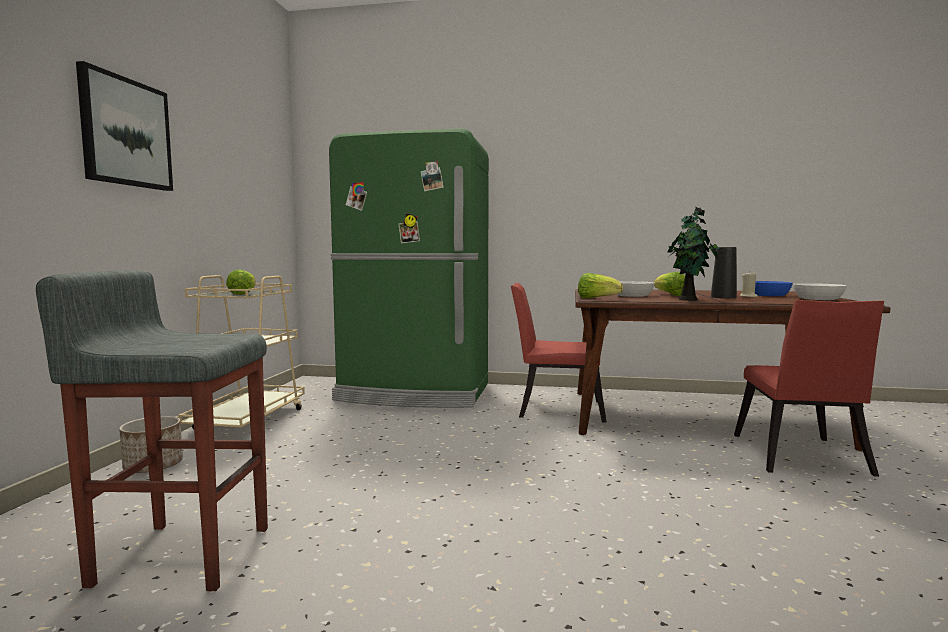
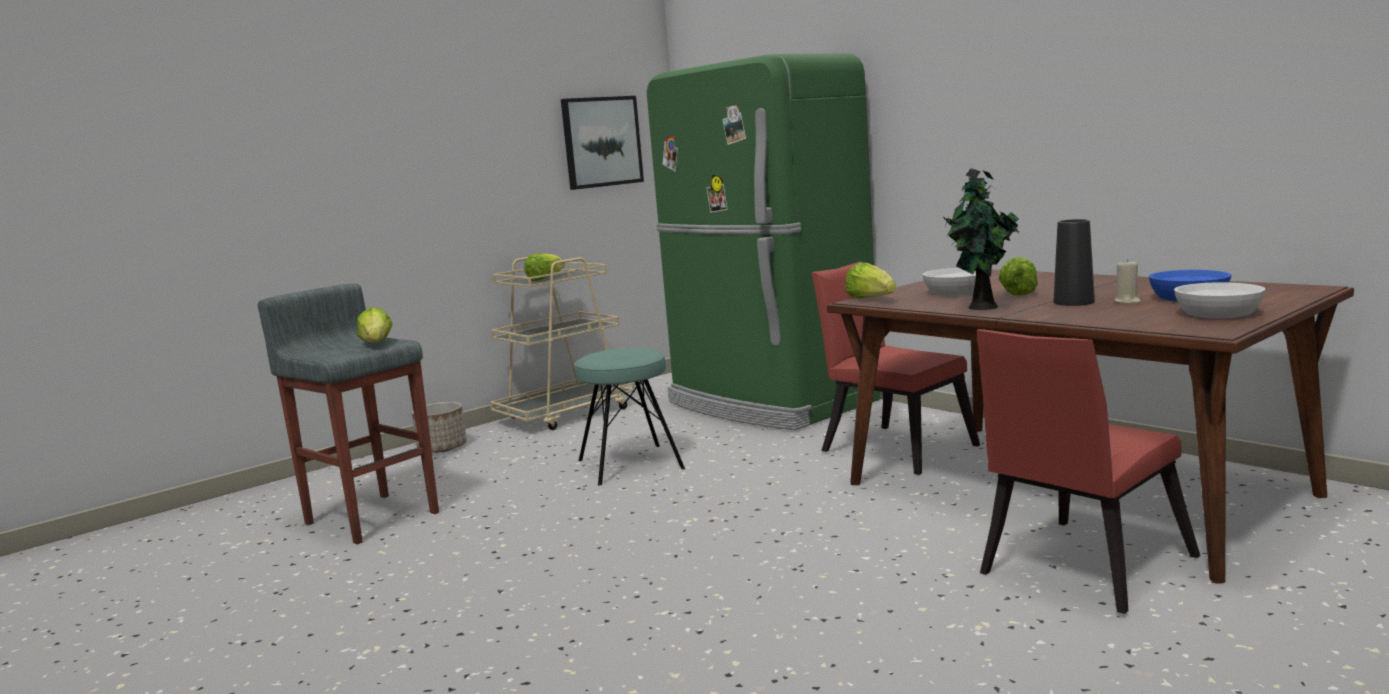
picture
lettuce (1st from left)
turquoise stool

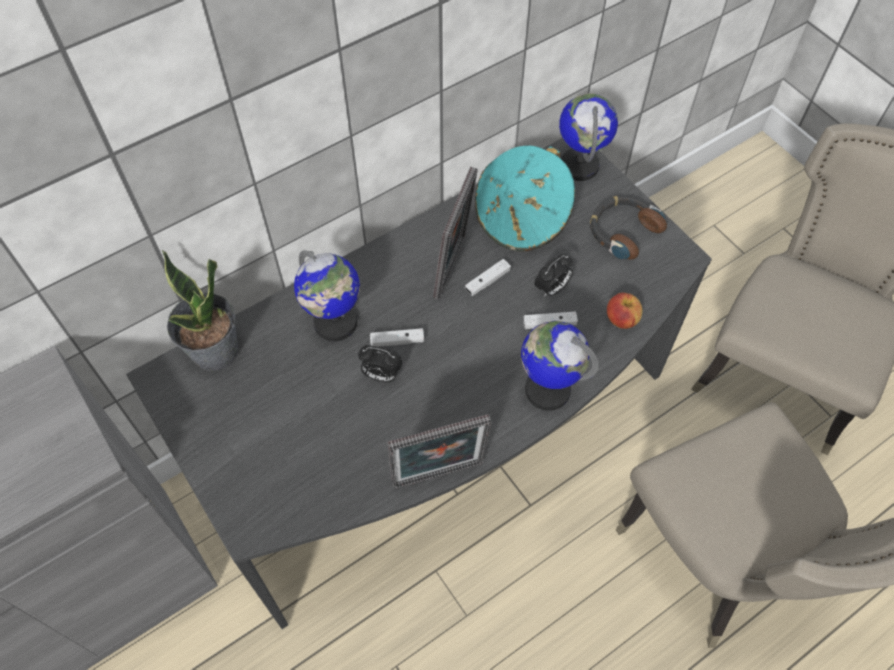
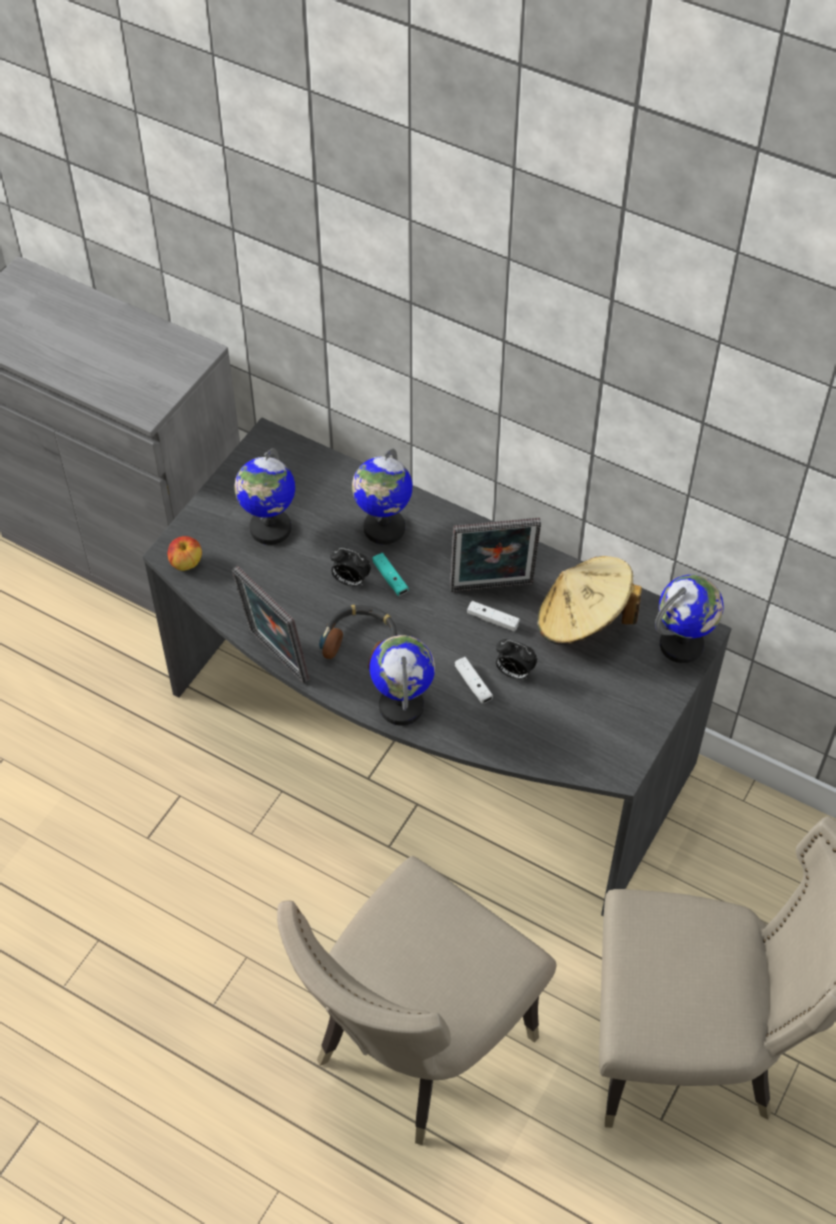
potted plant
alarm clock (1st from left)
turquoise game controller
beige hat
headphones
apple
globe (1st from left)

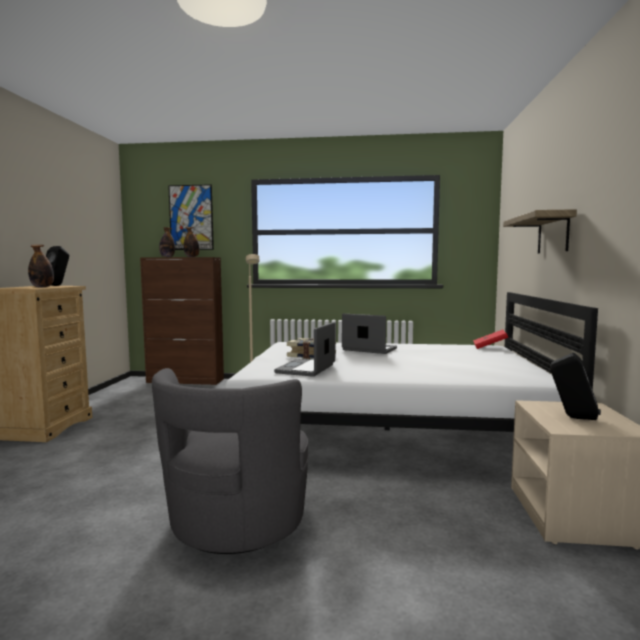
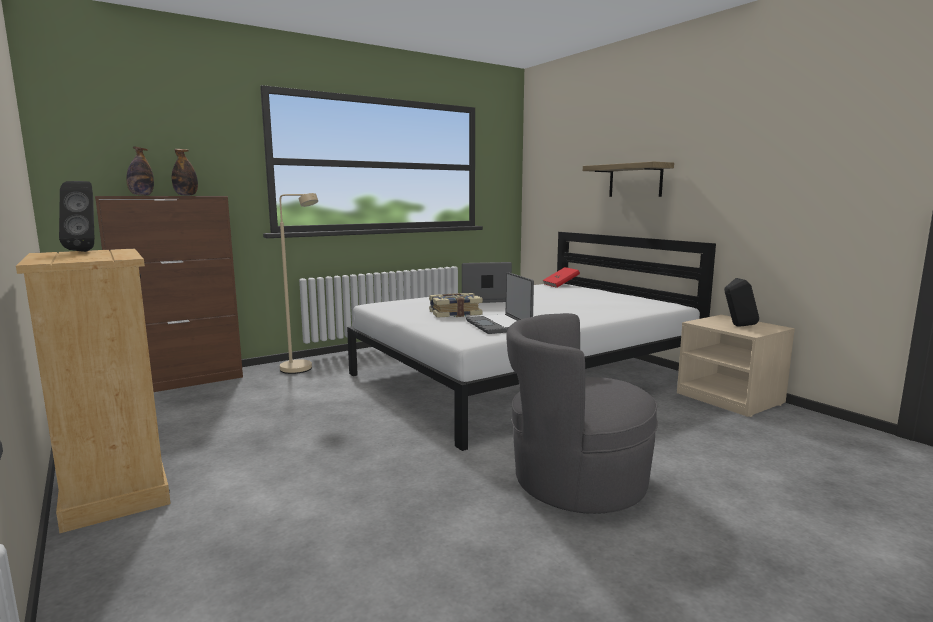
bottle (1st from left in the first image)
grey armchair
picture

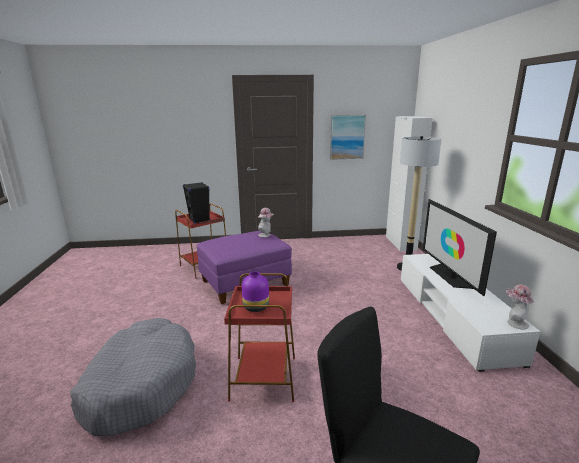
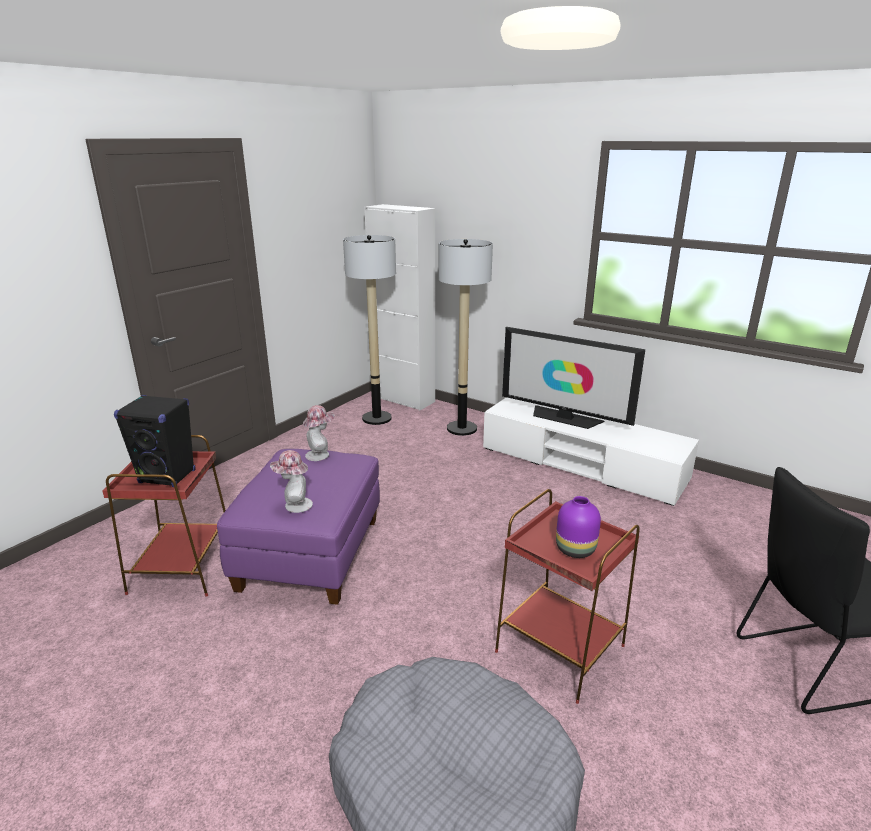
picture
hat (1st from left)
floor lamp (1st from left)

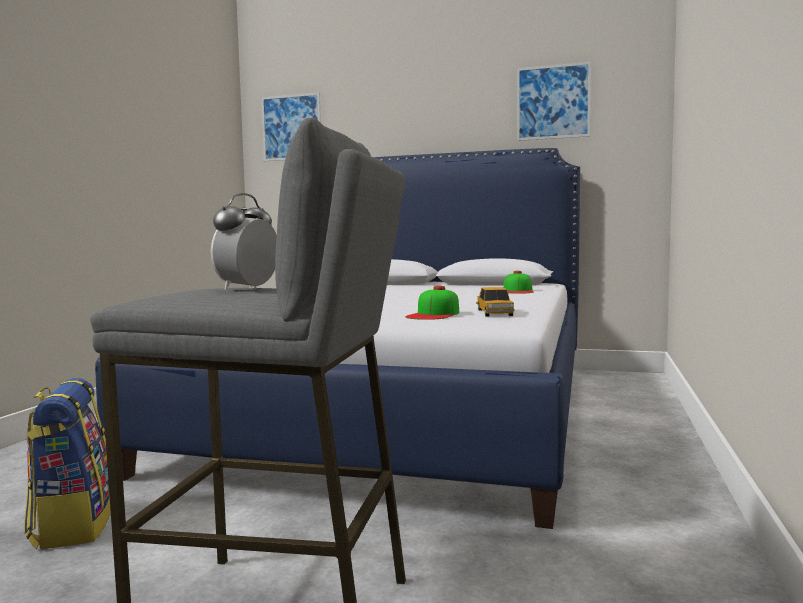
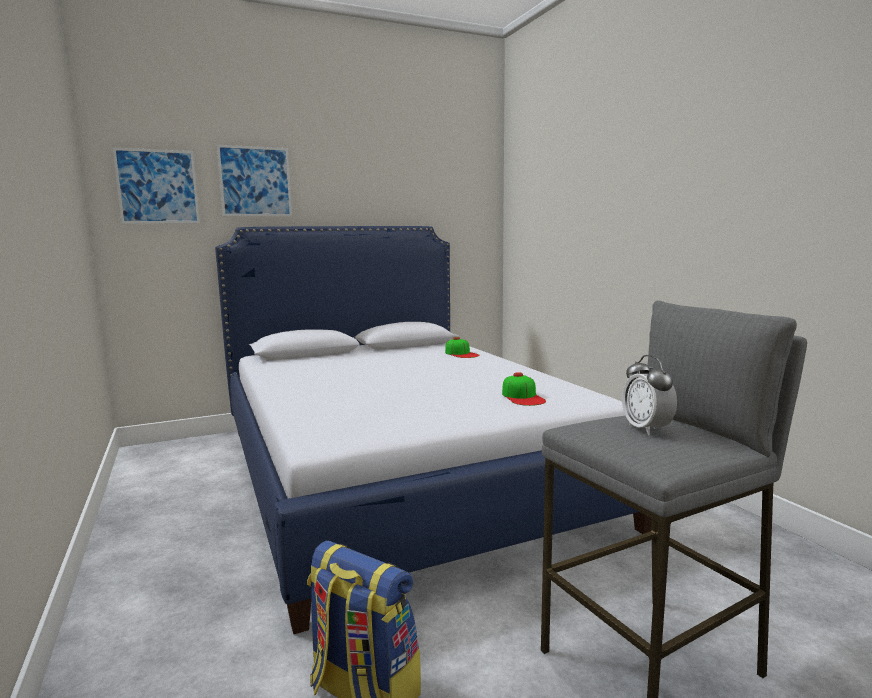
toy car
picture (2nd from left)

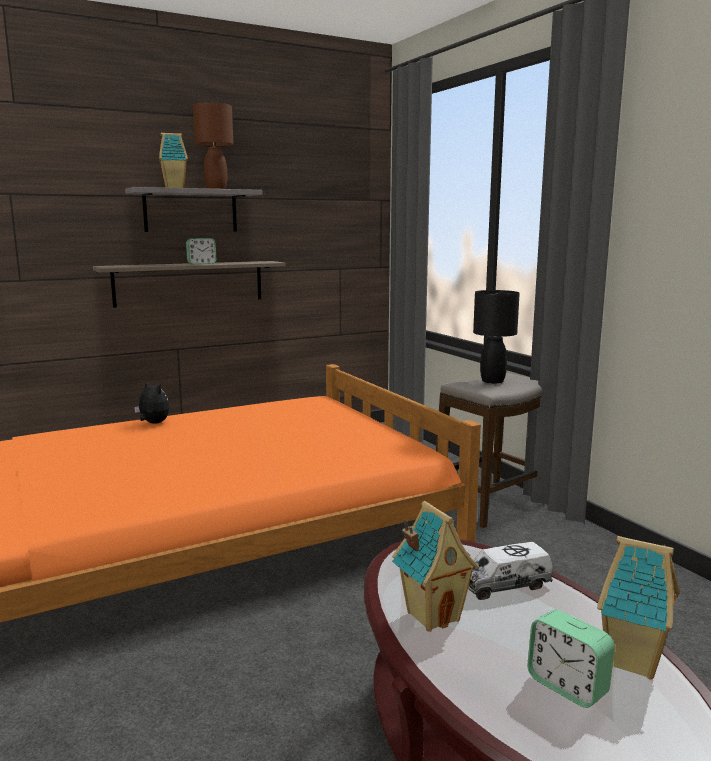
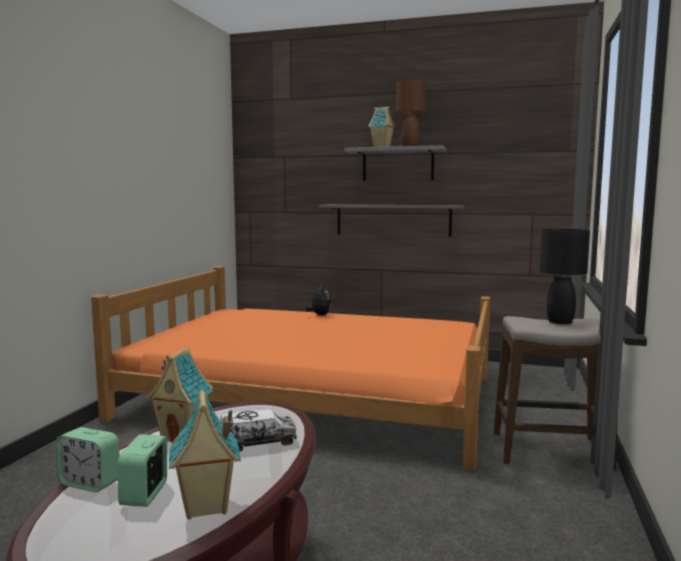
alarm clock (1st from left)
toy truck

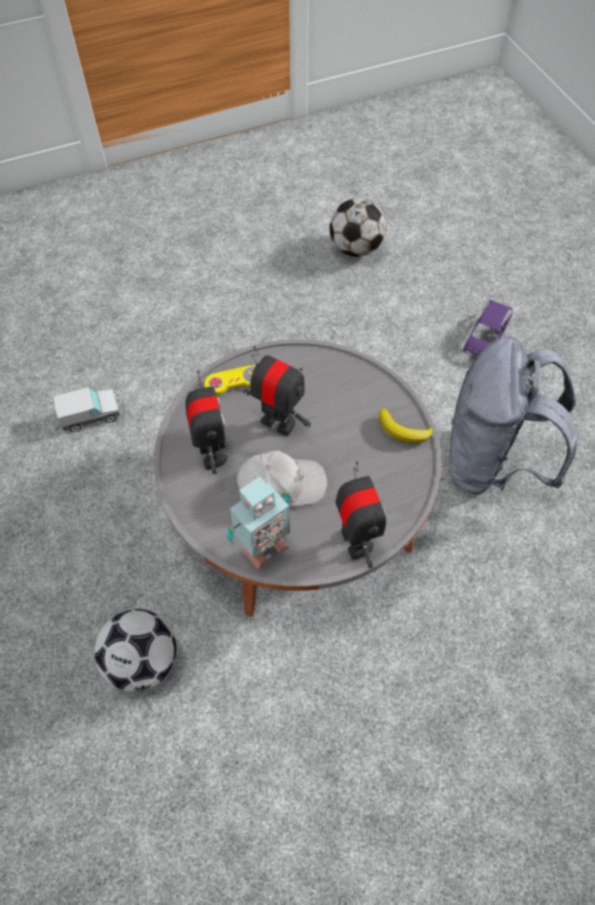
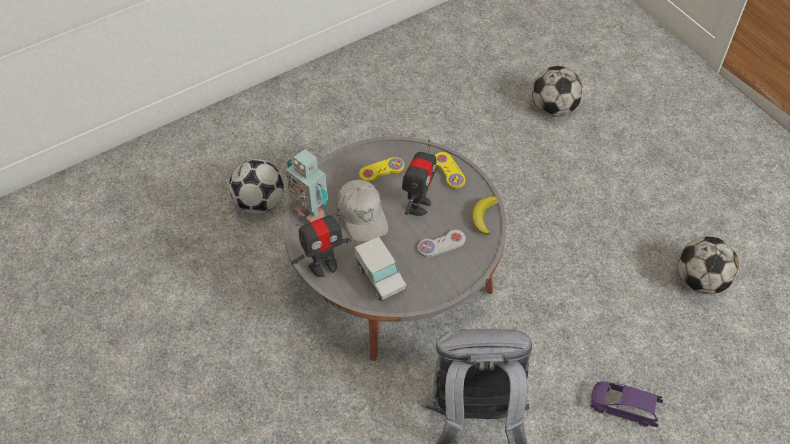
toy truck
yellow game controller (1st from left)
banana
white game controller
football (2nd from left)

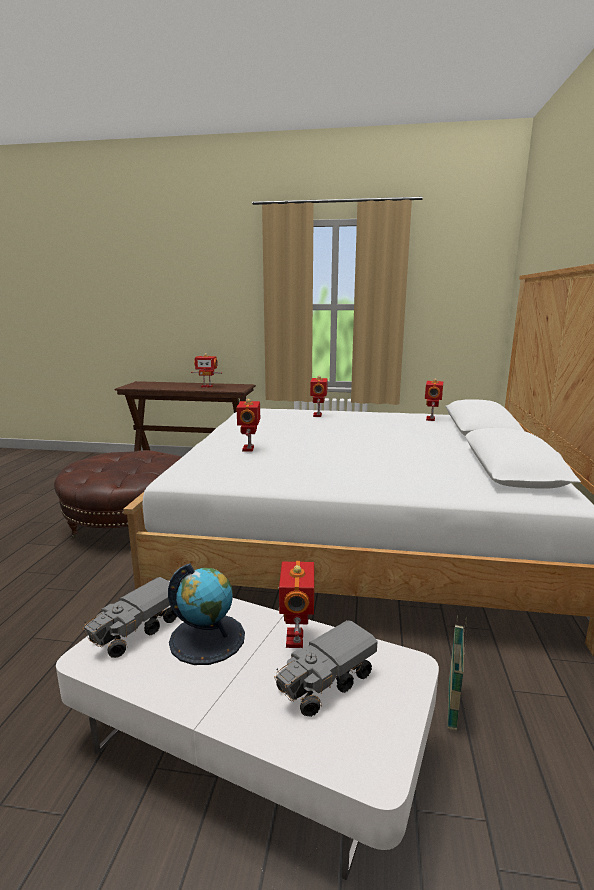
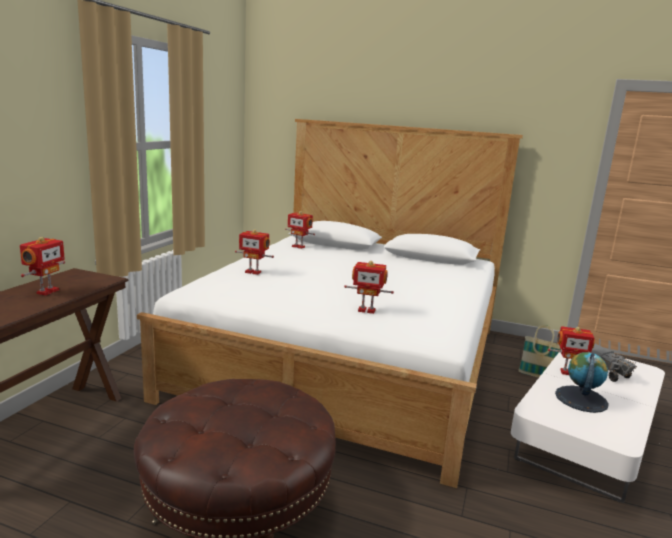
toy truck (1st from left in the first image)

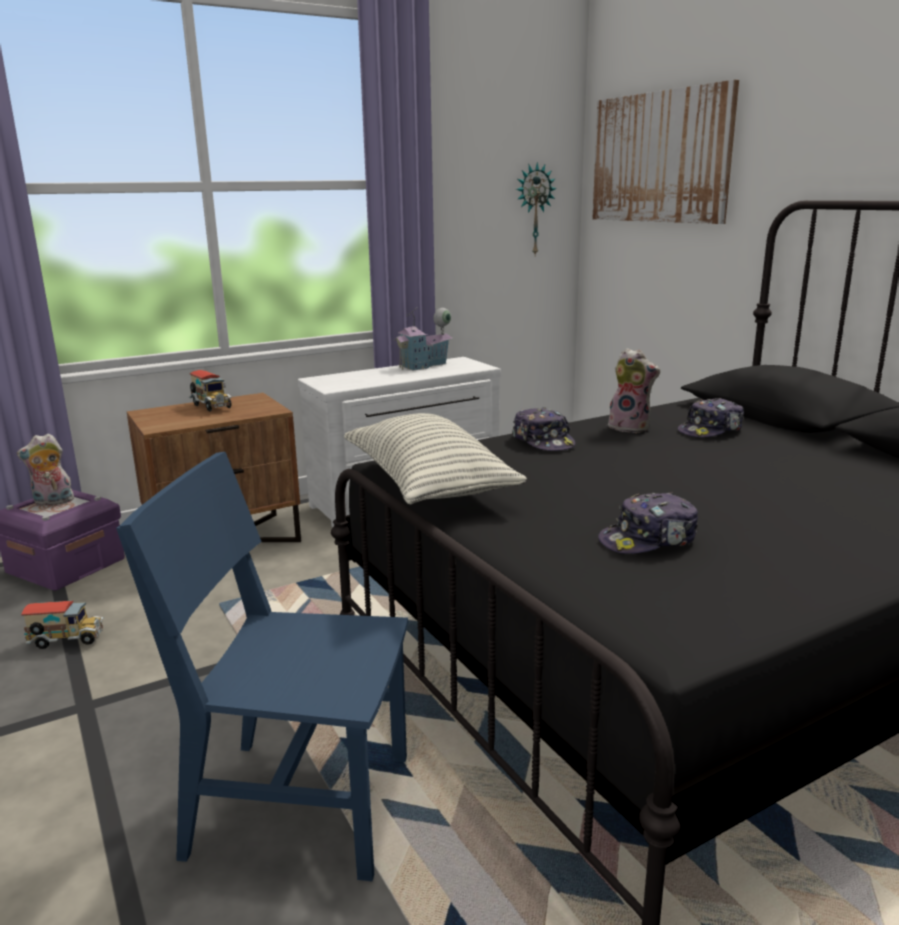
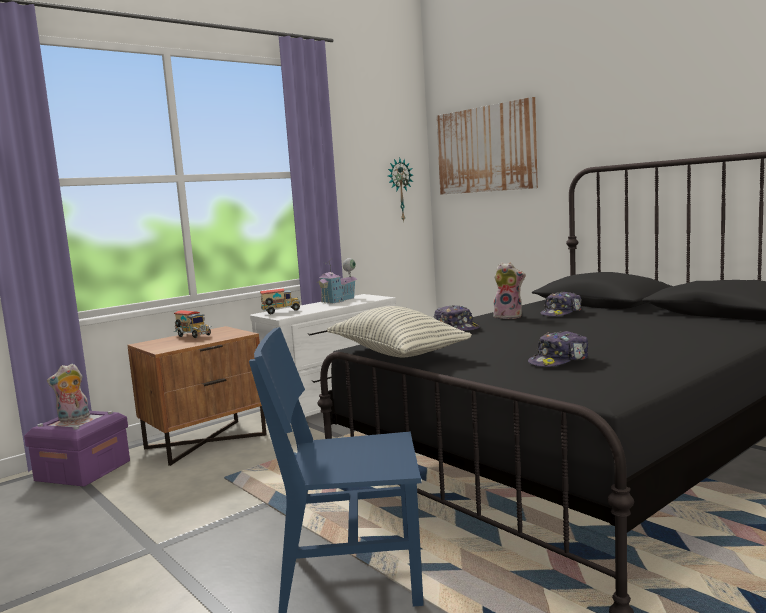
toy truck (2nd from left)

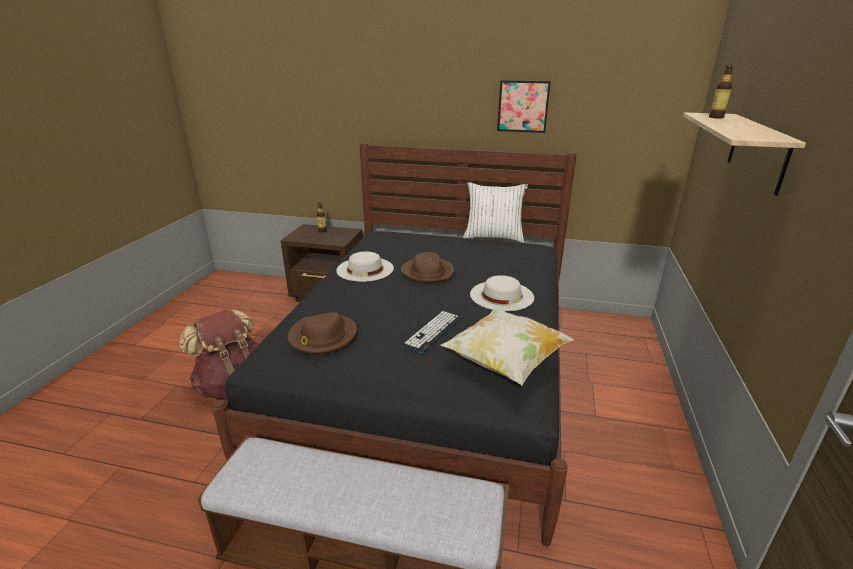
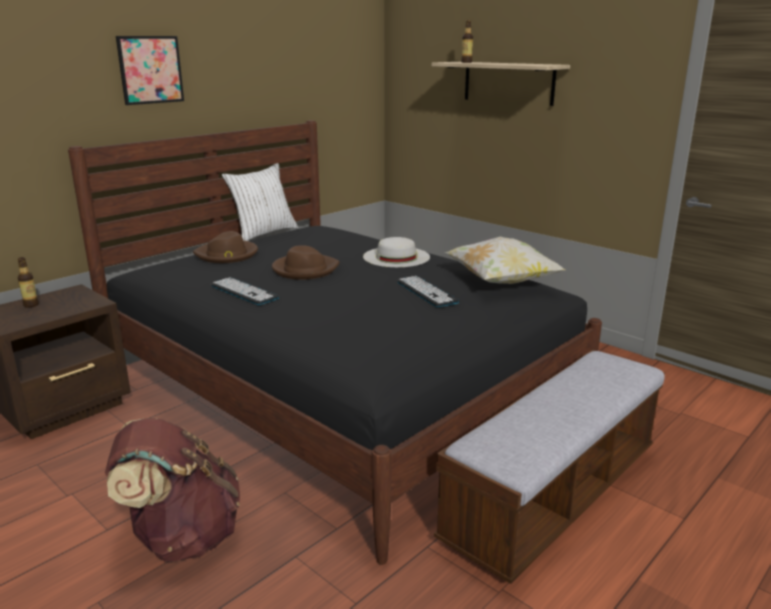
brown hat (1st from left)
keyboard (1st from left)
picture

